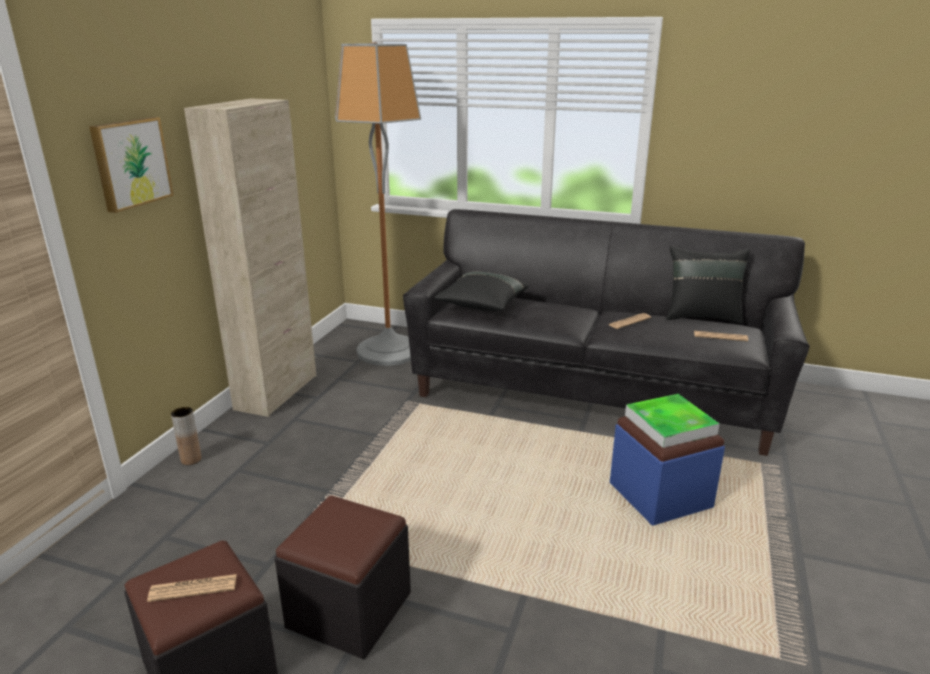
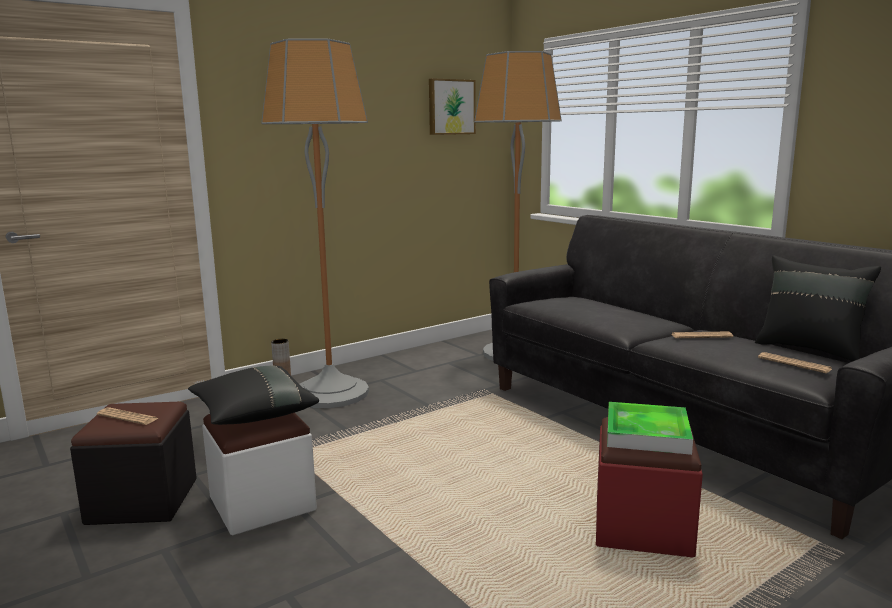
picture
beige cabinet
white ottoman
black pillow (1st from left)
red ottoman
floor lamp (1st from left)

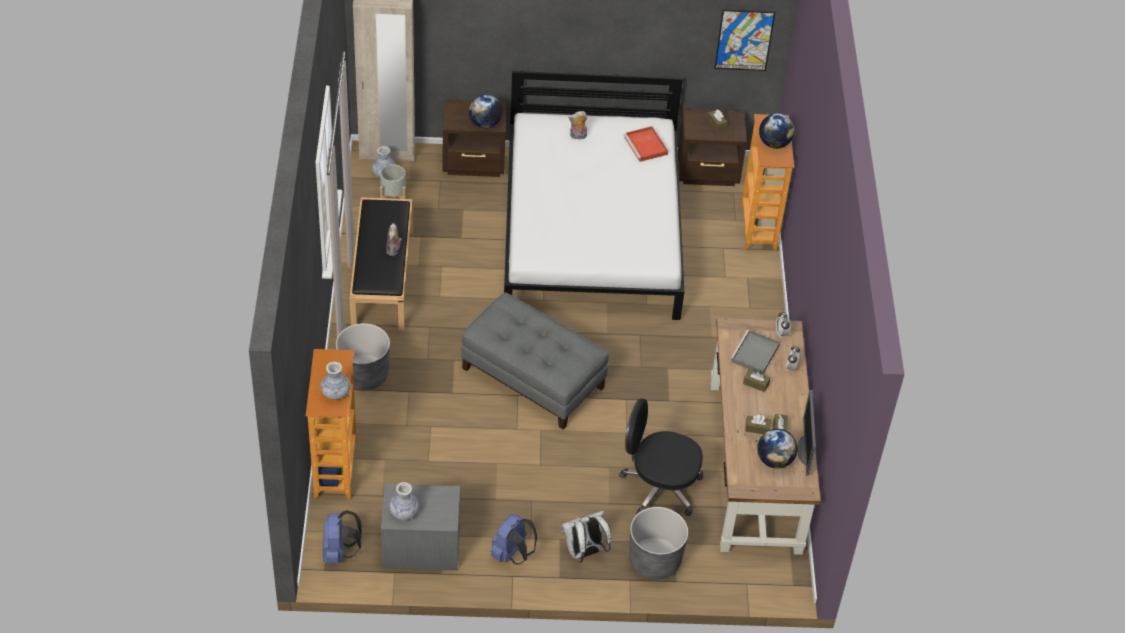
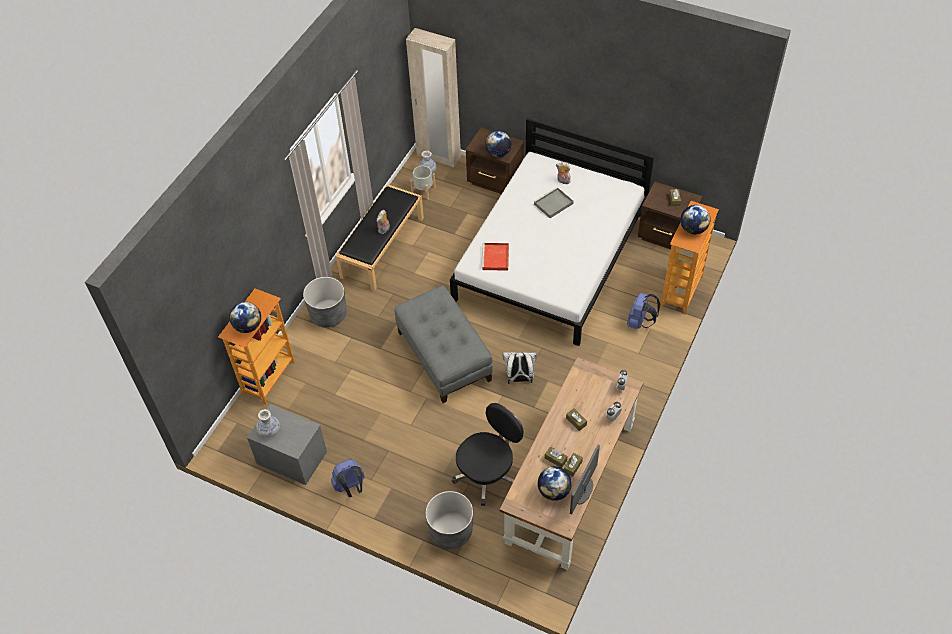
globe (1st from left)
blue backpack (2nd from left)
white backpack
black office chair
red tray
picture
grey tray

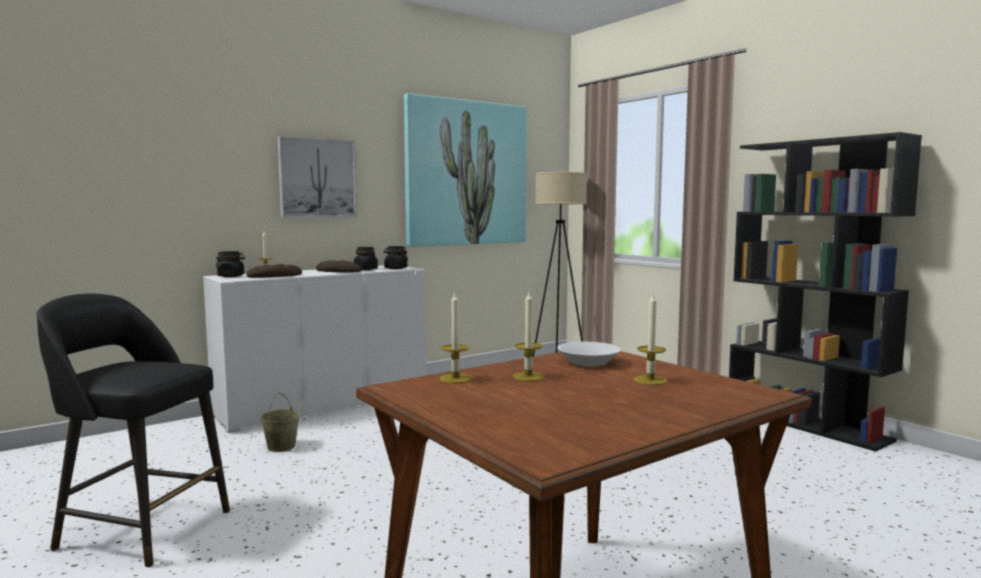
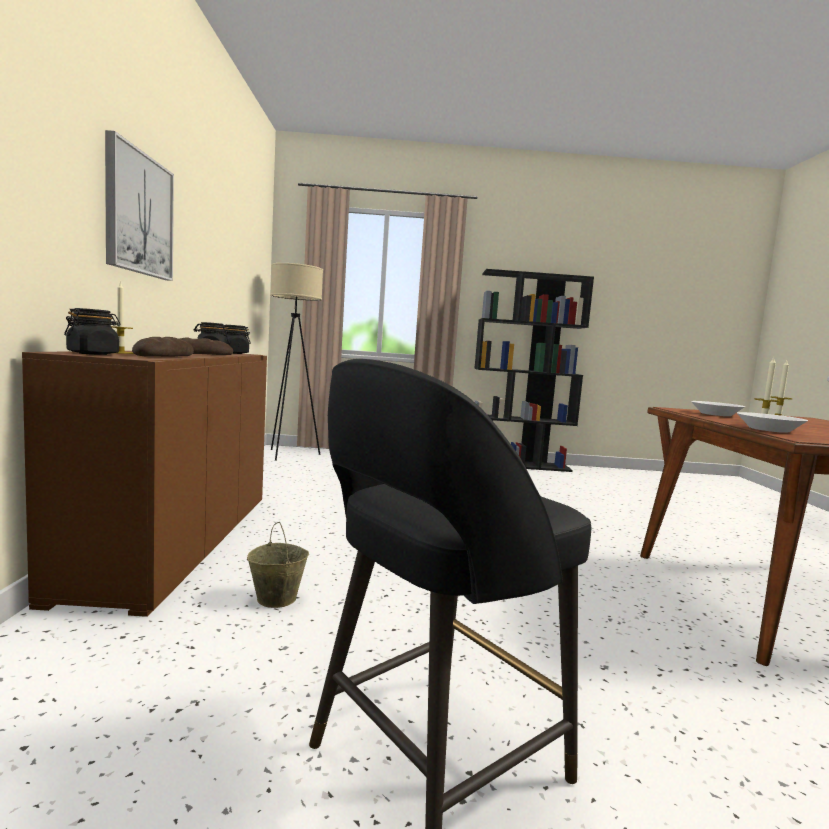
brown cabinet
picture (2nd from left in the first image)
white bowl (2nd from left)

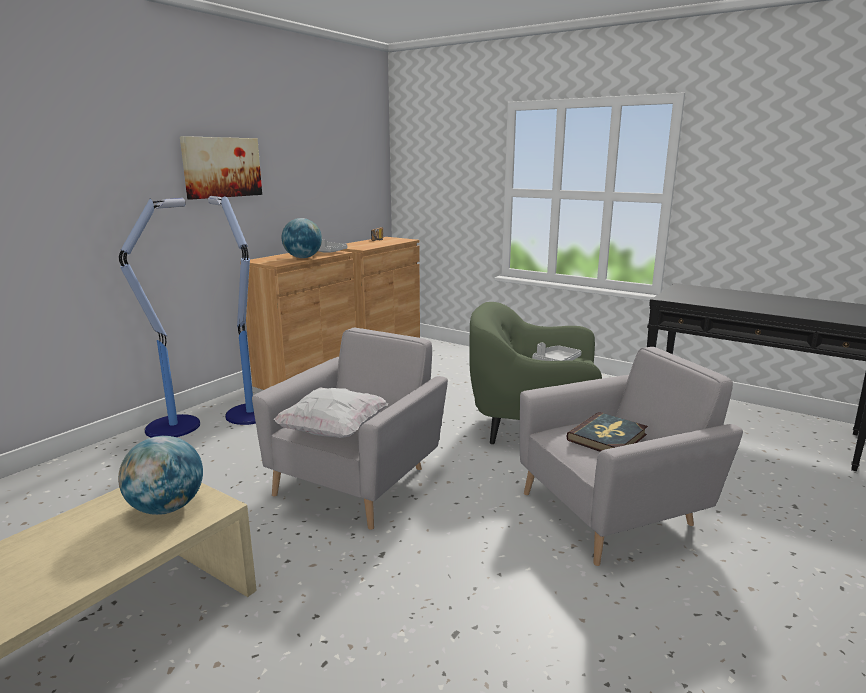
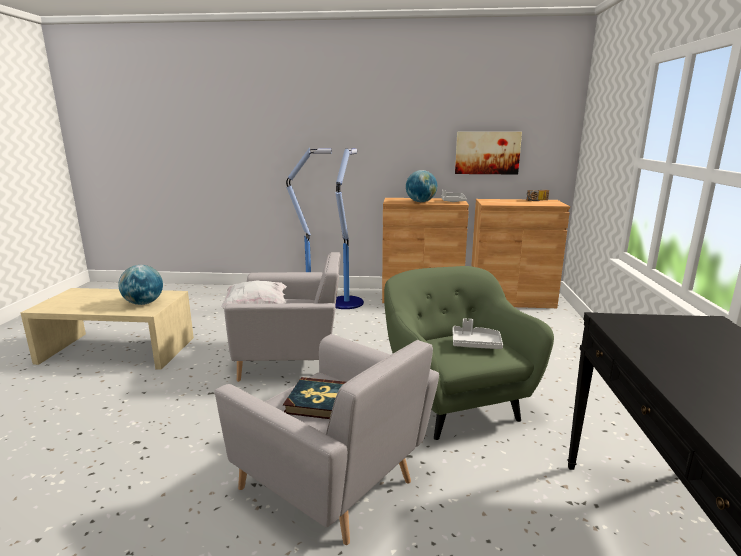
picture

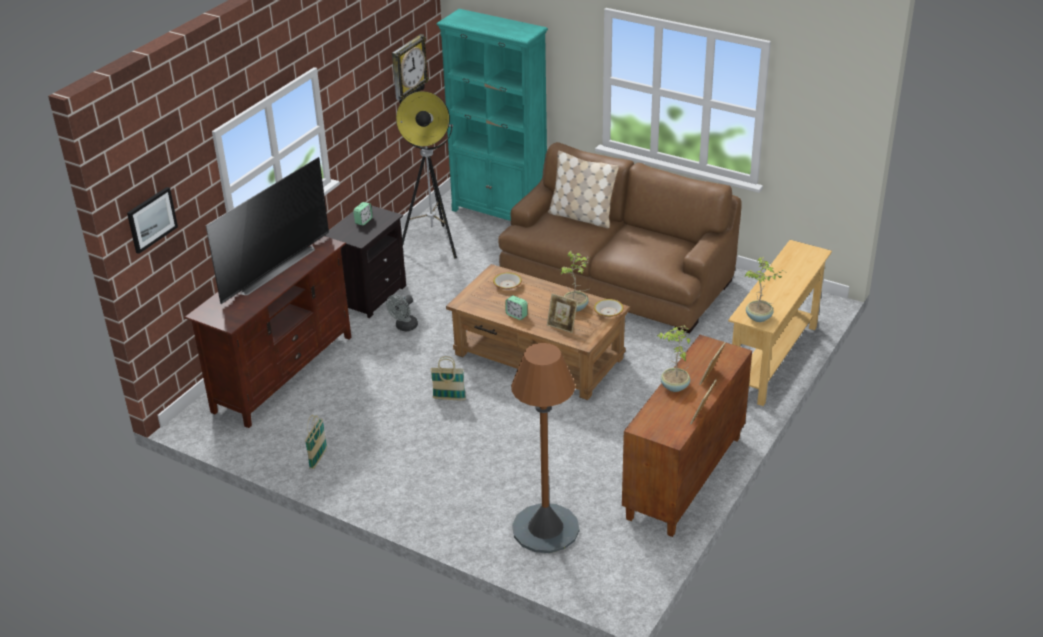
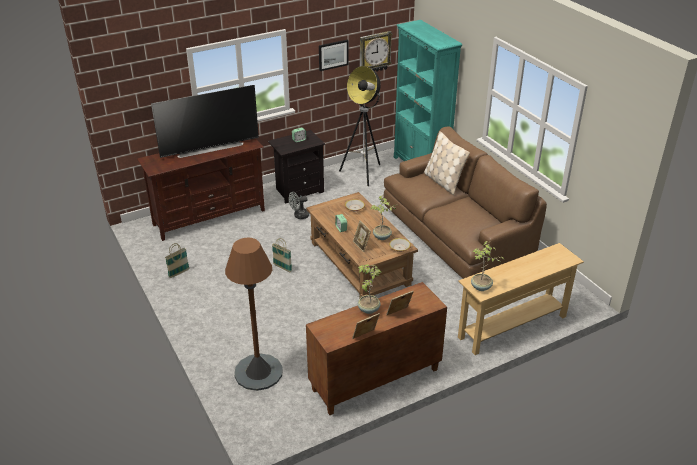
picture

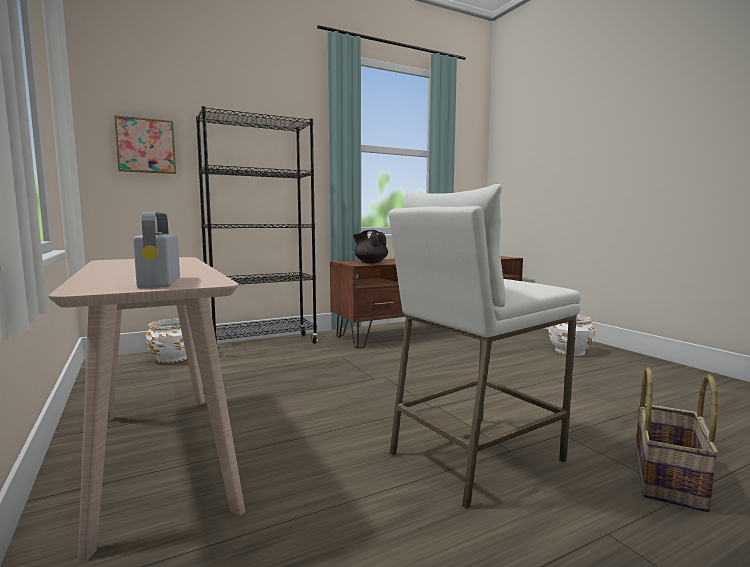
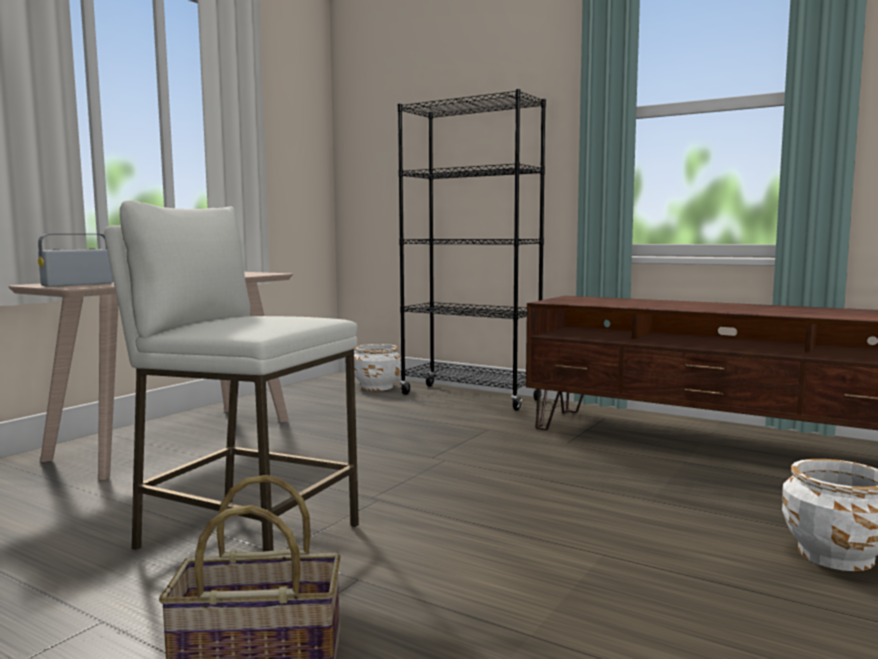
picture
black teapot

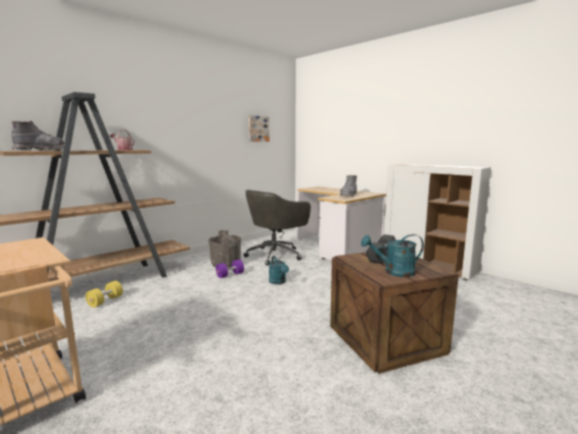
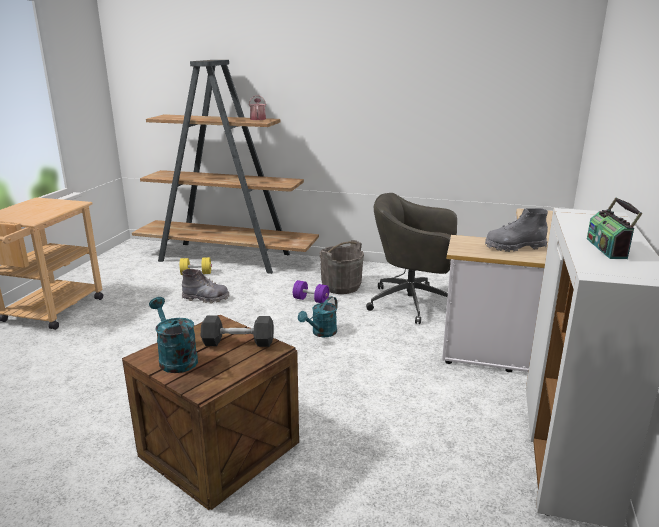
grey boot (1st from left)
picture
radio

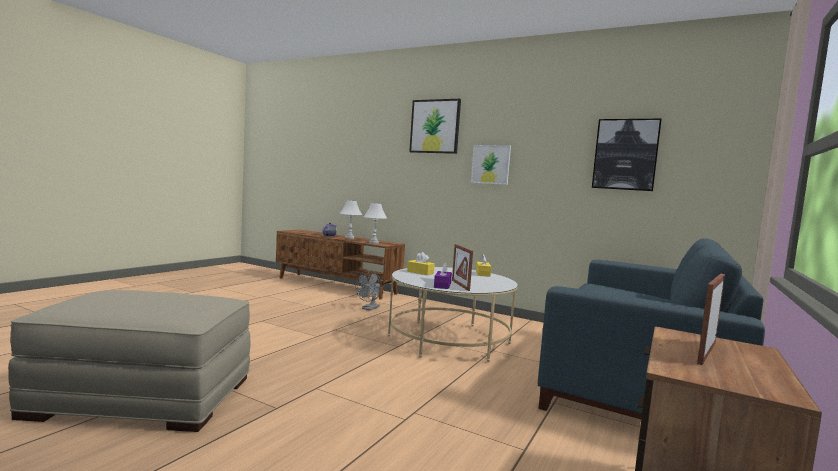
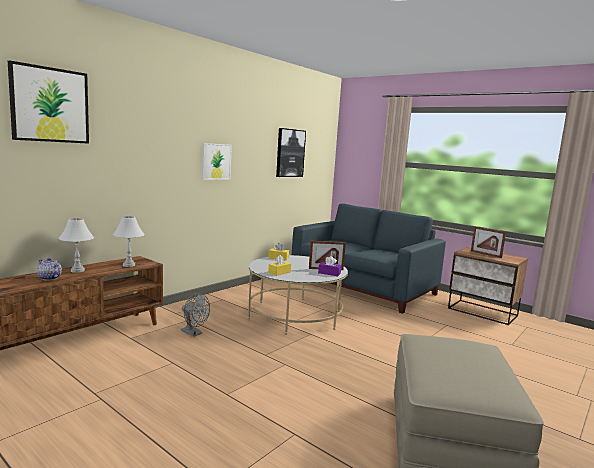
picture (1st from left)

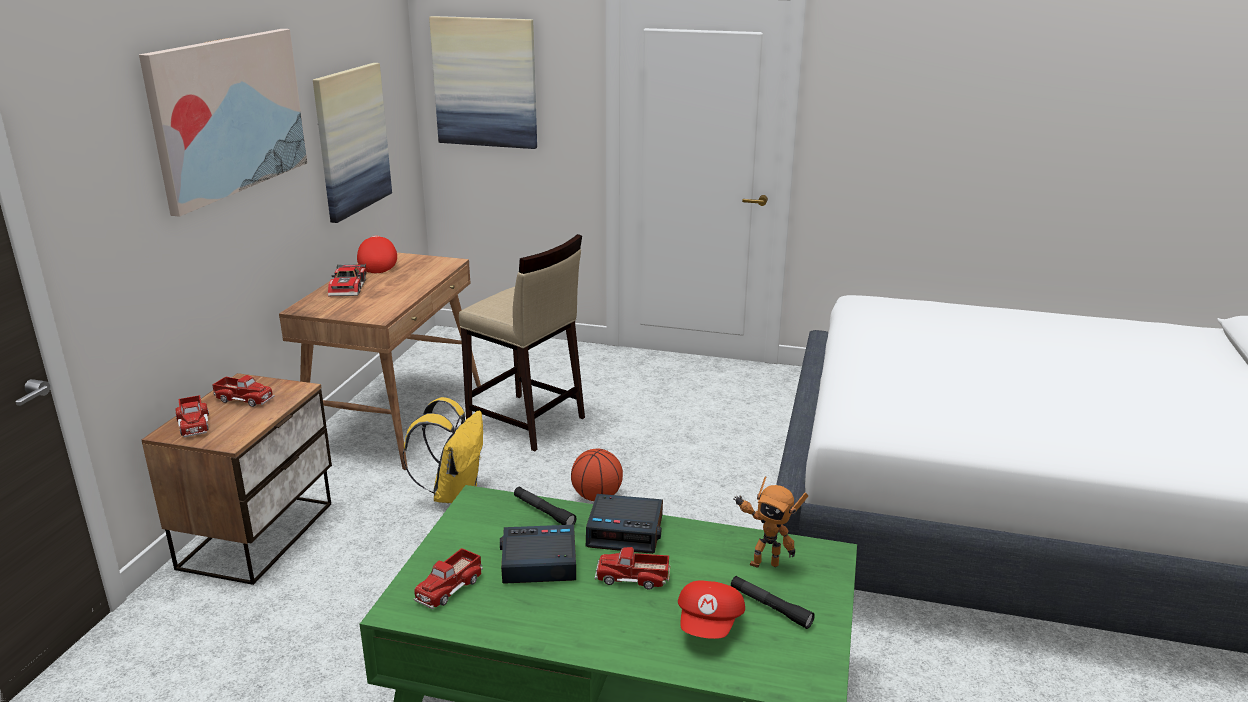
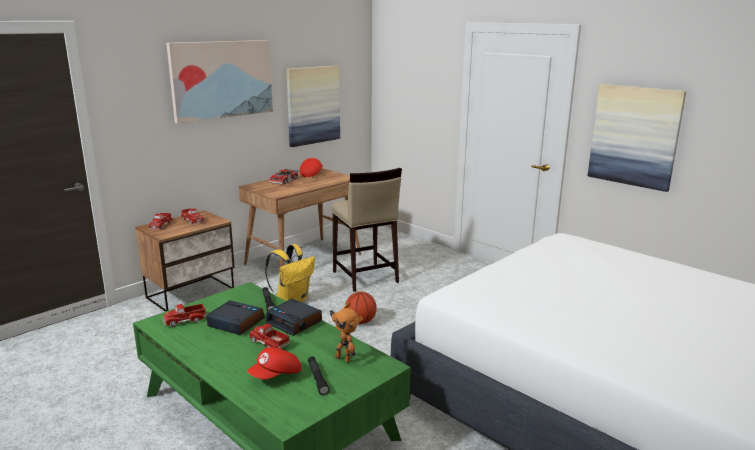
picture (3rd from left)

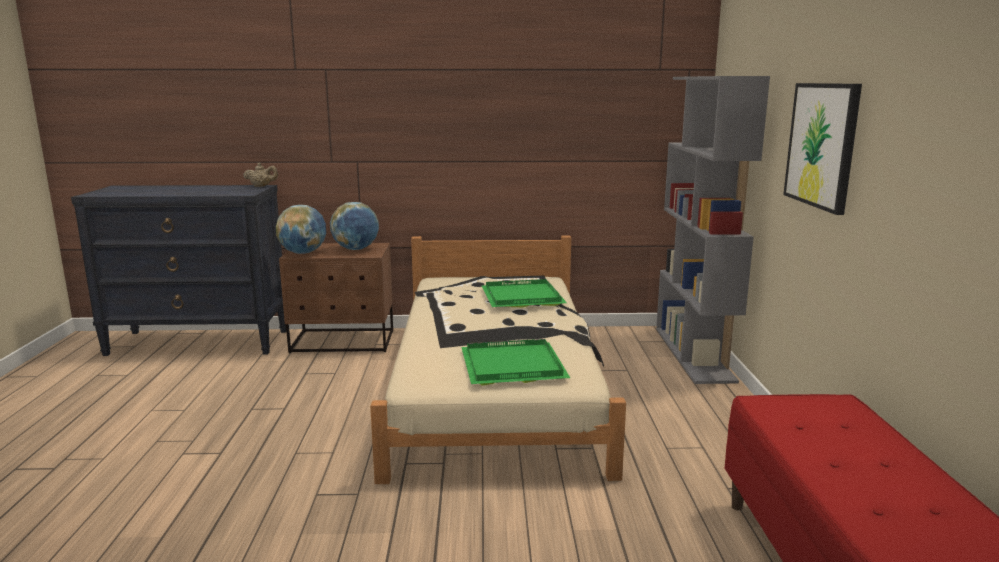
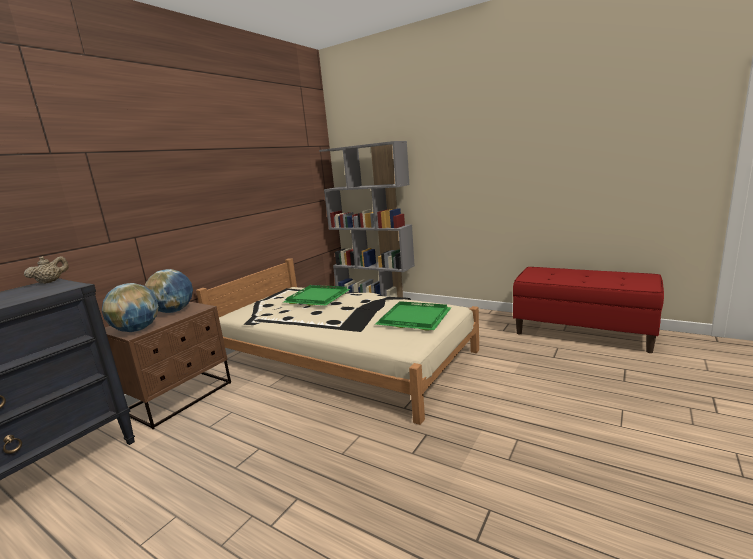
picture

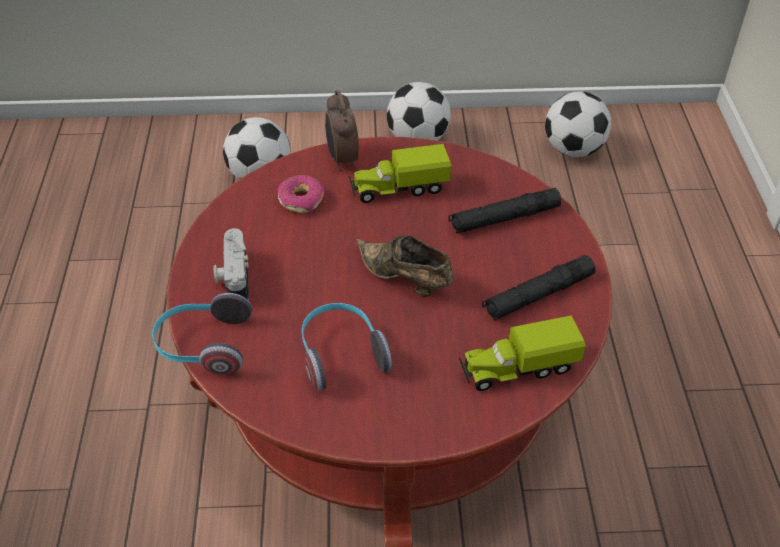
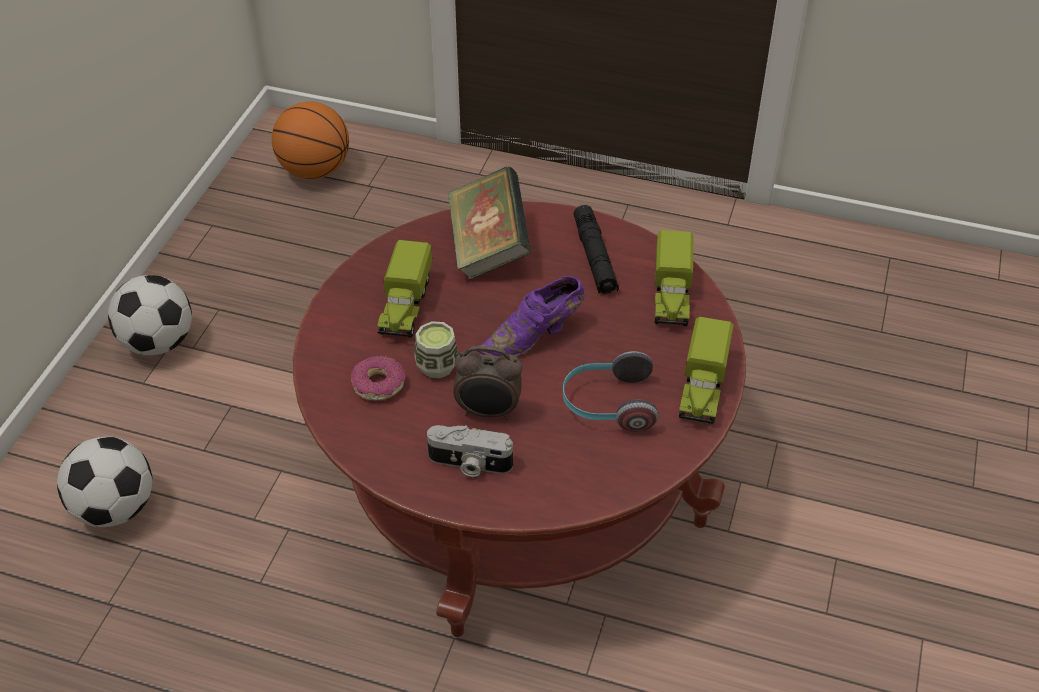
headphones (1st from left in the first image)
alarm clock
purple shoe
book
football (3rd from left in the first image)
basketball
cup
toy truck (3rd from left)

